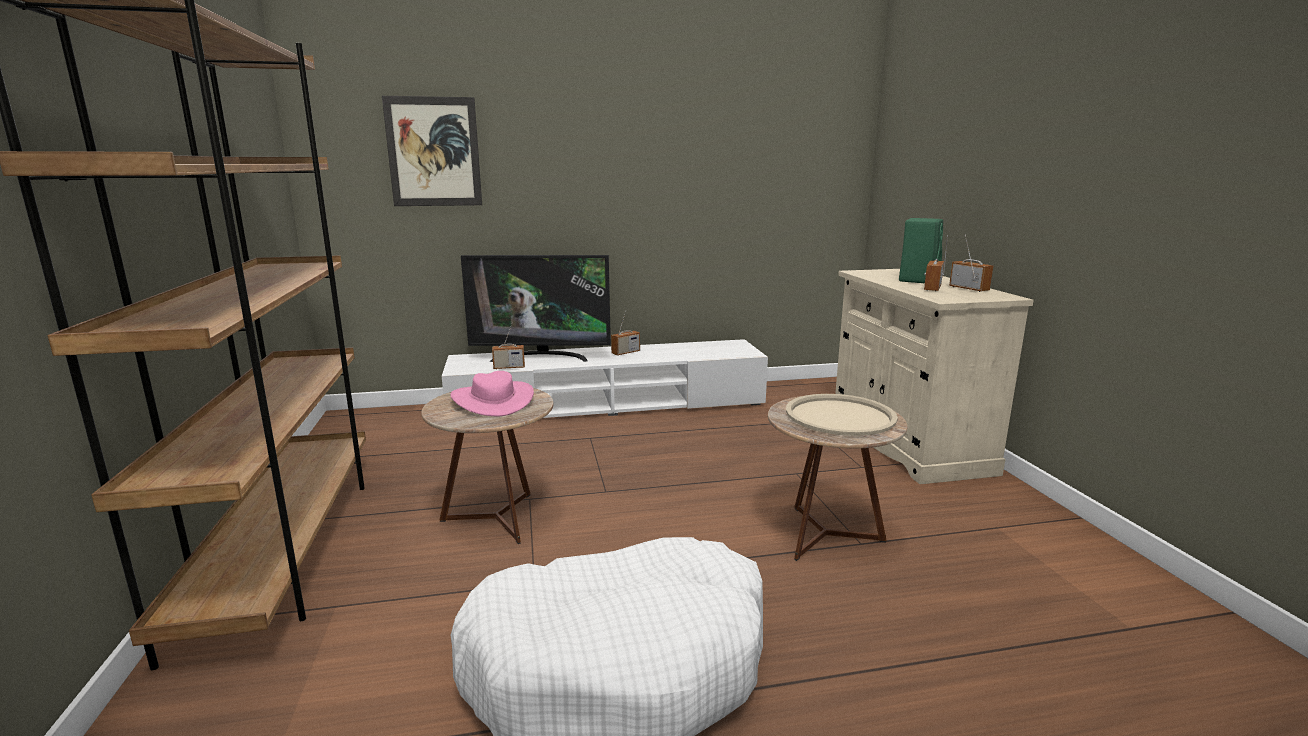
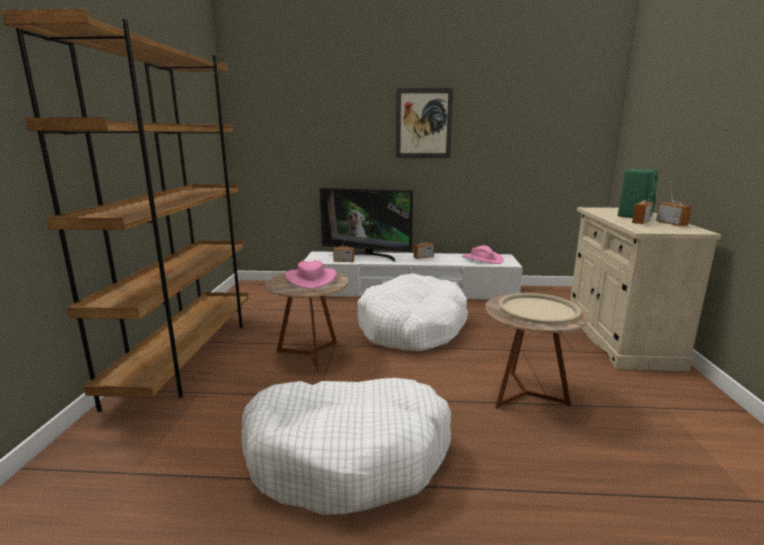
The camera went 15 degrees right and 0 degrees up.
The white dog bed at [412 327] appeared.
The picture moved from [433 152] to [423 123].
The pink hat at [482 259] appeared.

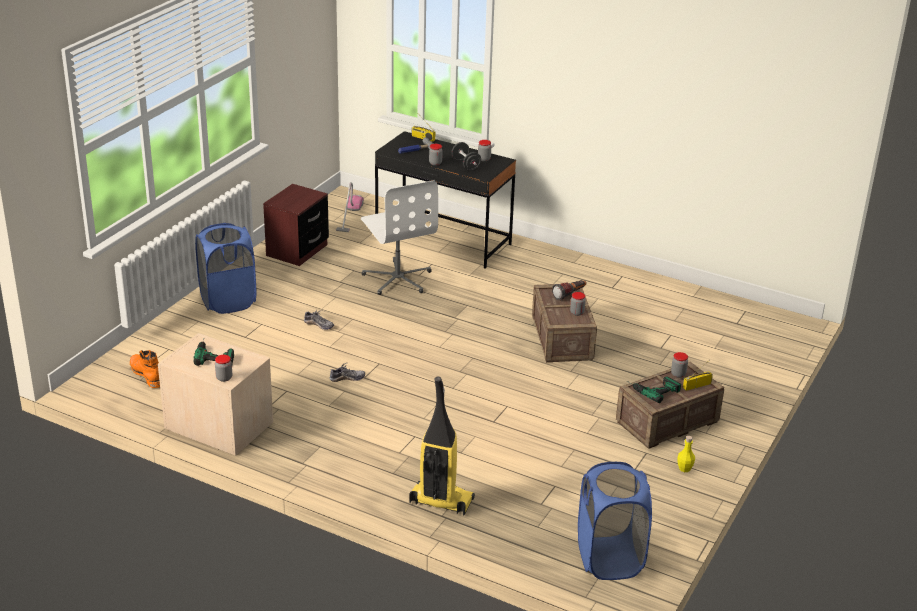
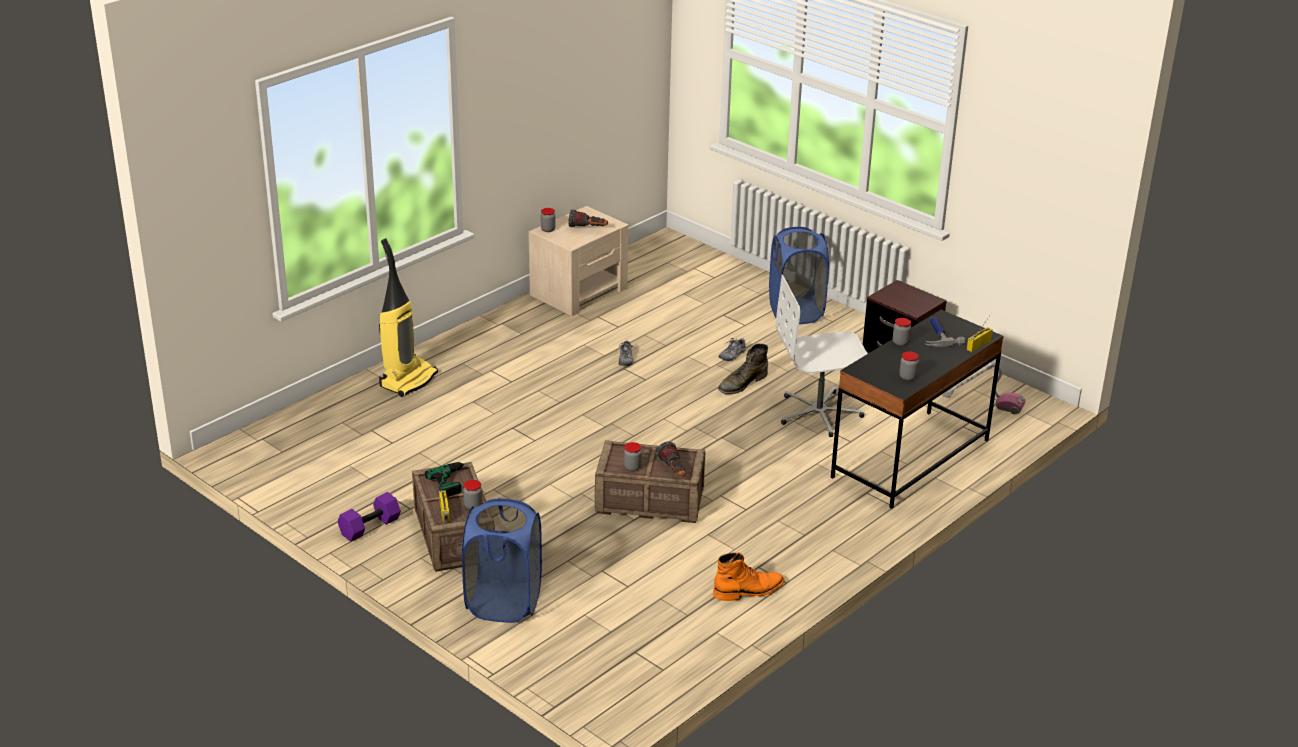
The camera went 105 degrees right and 0 degrees up.
The yellow bottle at [684 469] was replaced by the purple dumbbell at [370 526].
The blue laundry basket moved from [609 559] to [503 602].
The power drill at [215 354] was replaced by the flashlight at [588 228].
The orange boot moved from [147 374] to [749 591].
The green boot at [742 383] appeared.
The black dumbbell at [465 165] disappeared.

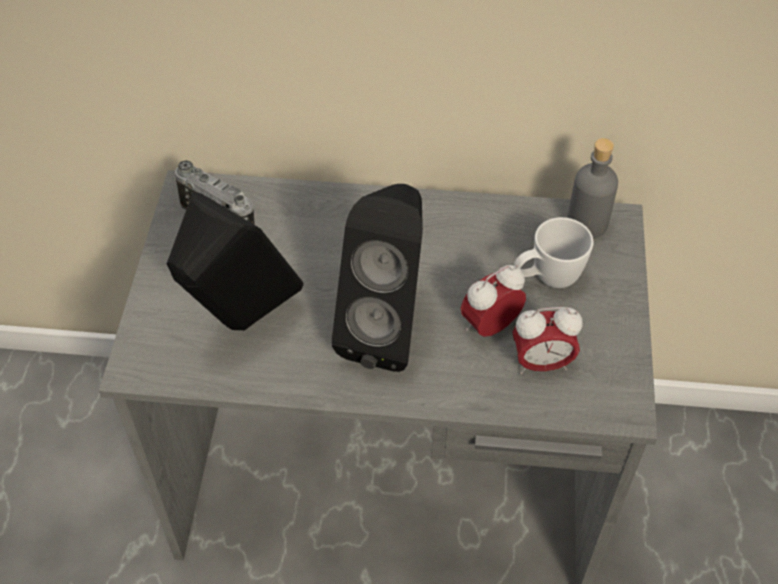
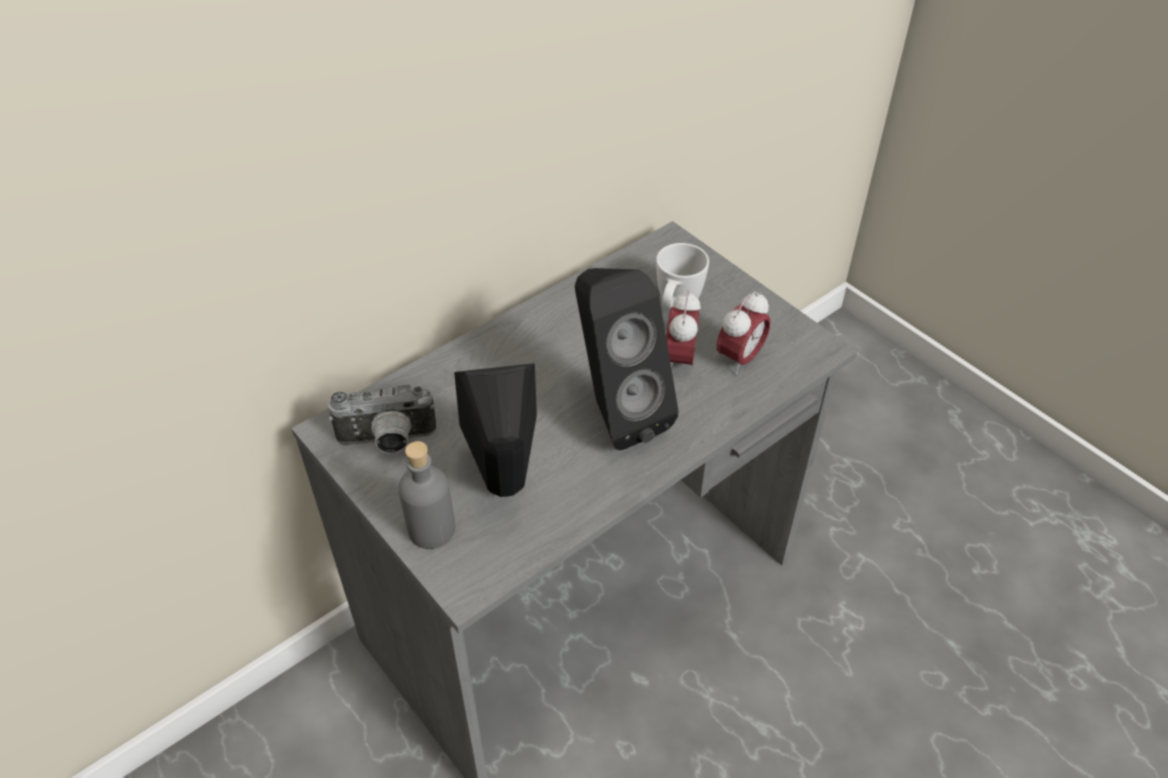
The camera went 45 degrees left and 5 degrees down.
The grey bottle moved from [587 223] to [431 529].

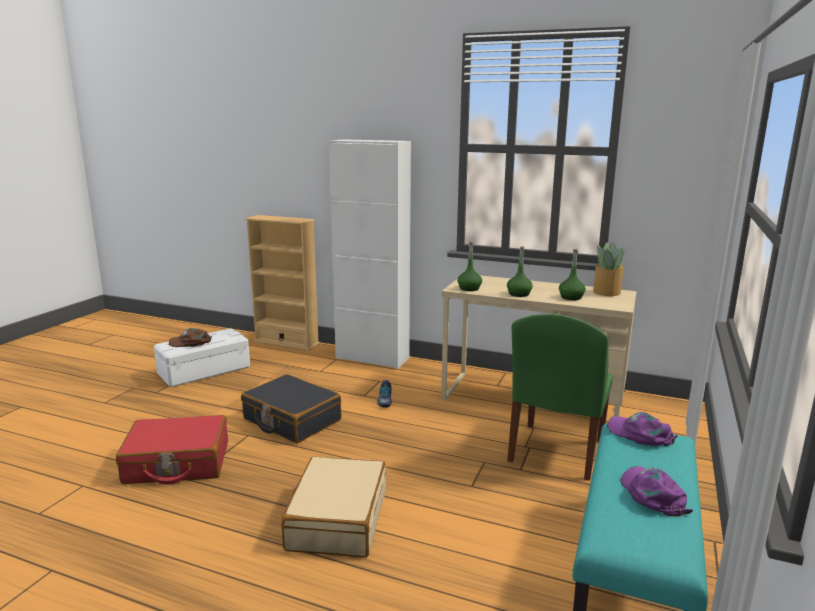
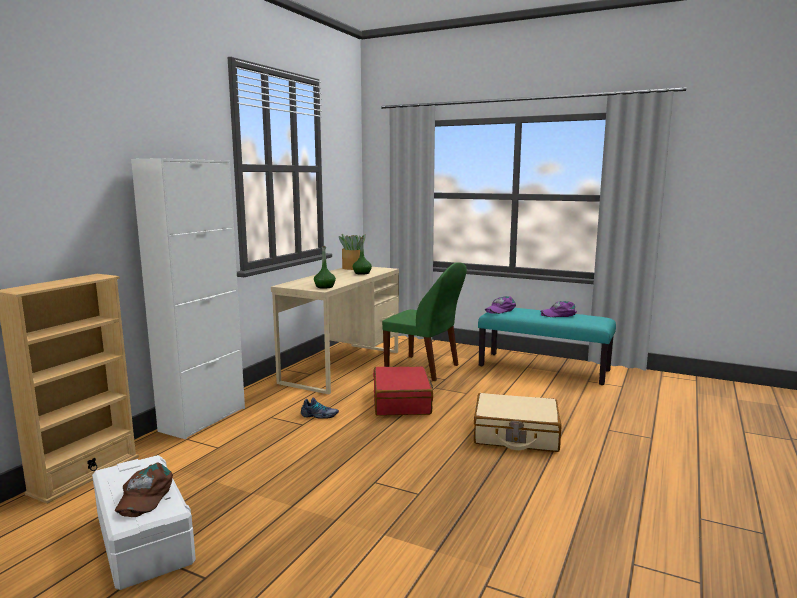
The camera went 85 degrees left and 5 degrees down.
The red suitcase moved from [177 463] to [402 402].
The black suitcase at [291 420] disappeared.
The green bottle at [519 294] disappeared.

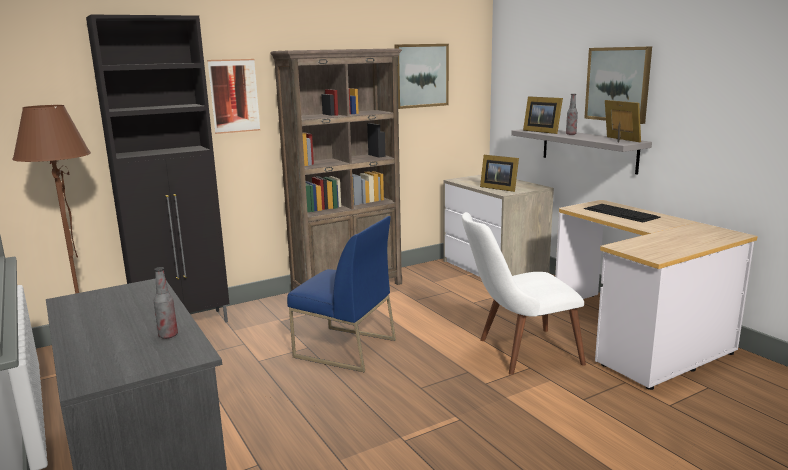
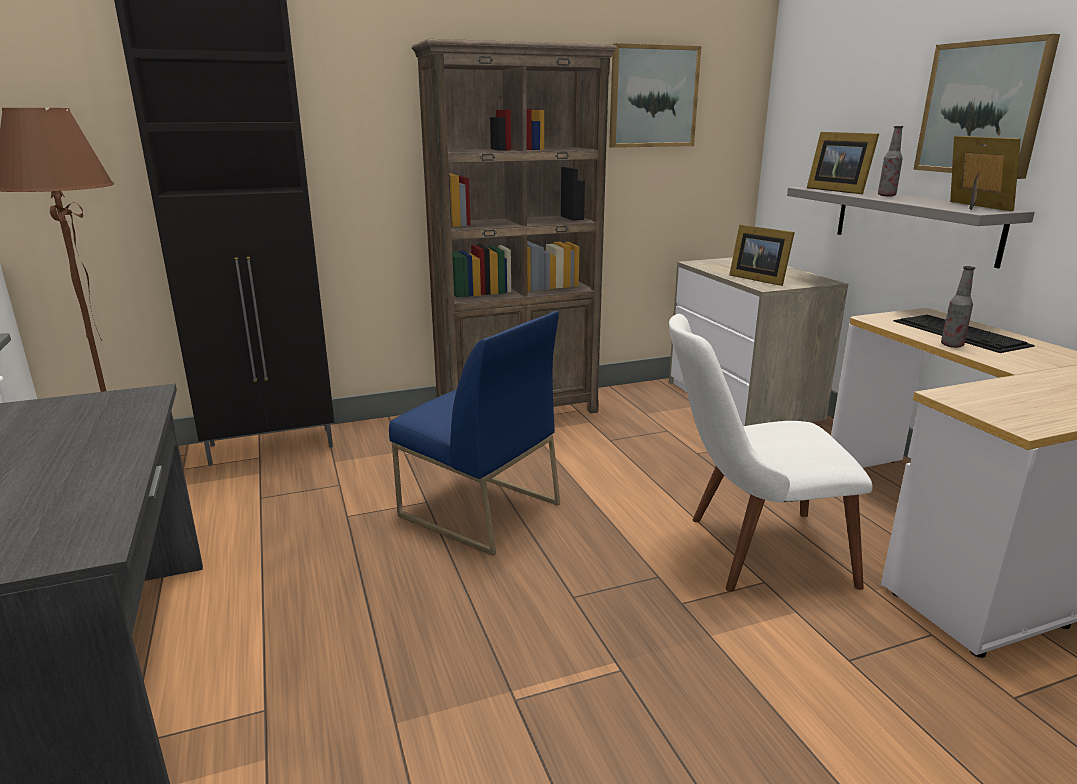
The camera went 10 degrees right and 5 degrees up.
The bottle moved from [168 335] to [952 345].
The picture at [234 96] disappeared.

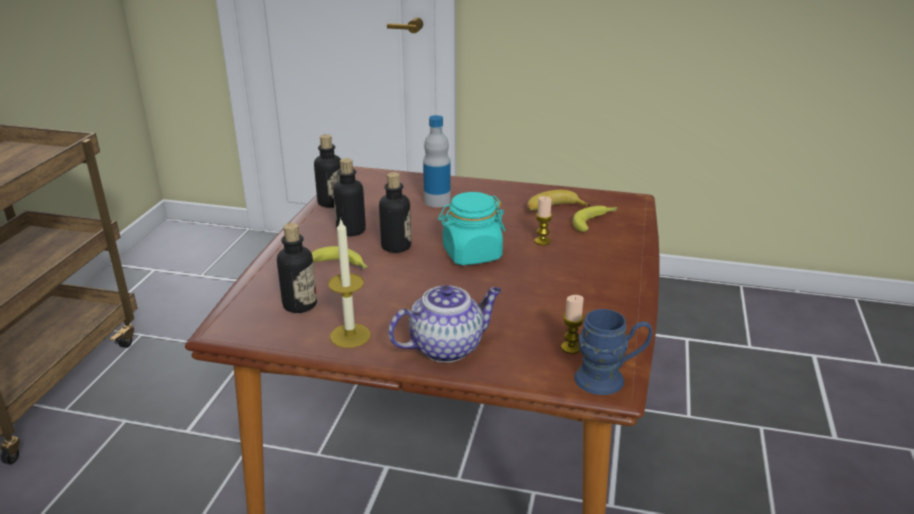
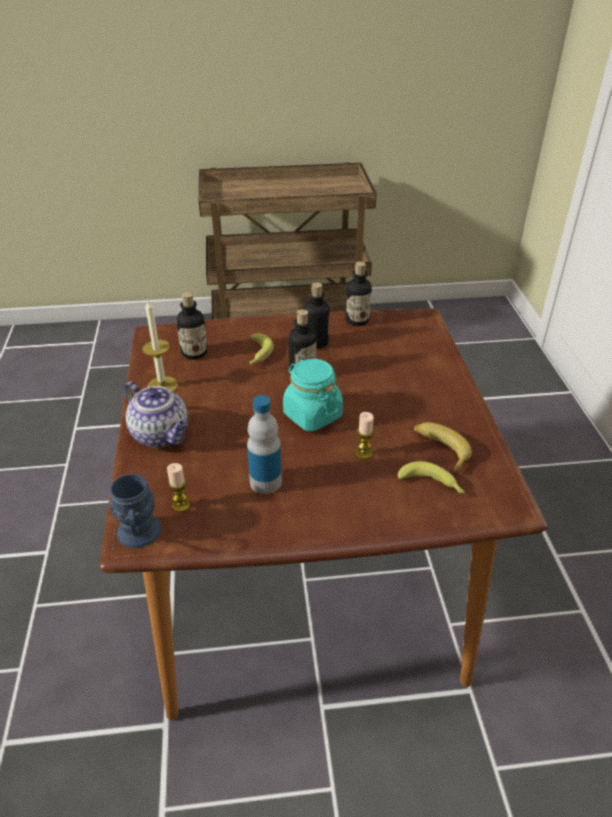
The camera went 70 degrees right and 10 degrees up.
The bottle moved from [437 201] to [265 482].

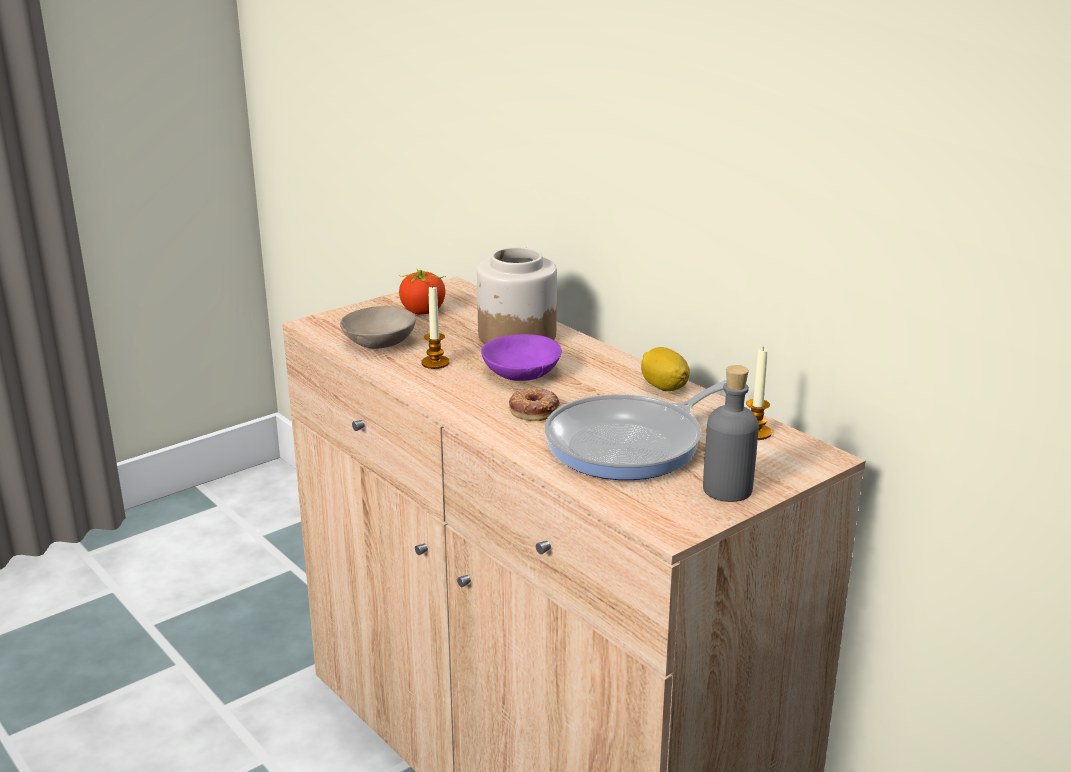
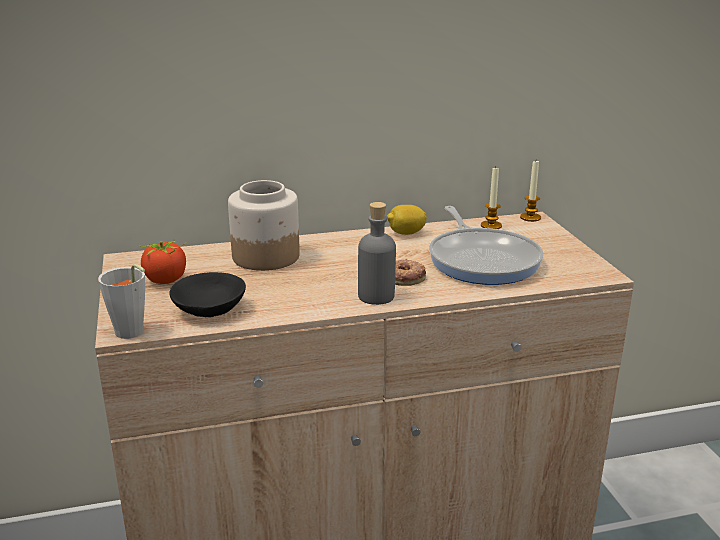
The camera went 65 degrees left and 0 degrees up.
The grey cup at [132 334] appeared.
The beige bowl at [382 342] became the black bowl at [210 308].
The grey bottle moved from [727 489] to [376 296].
The candle moved from [435 363] to [530 218].
The purple bowl at [520 373] disappeared.

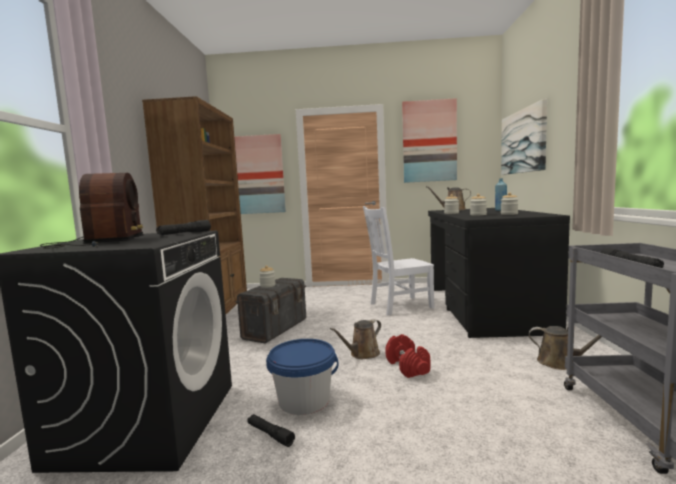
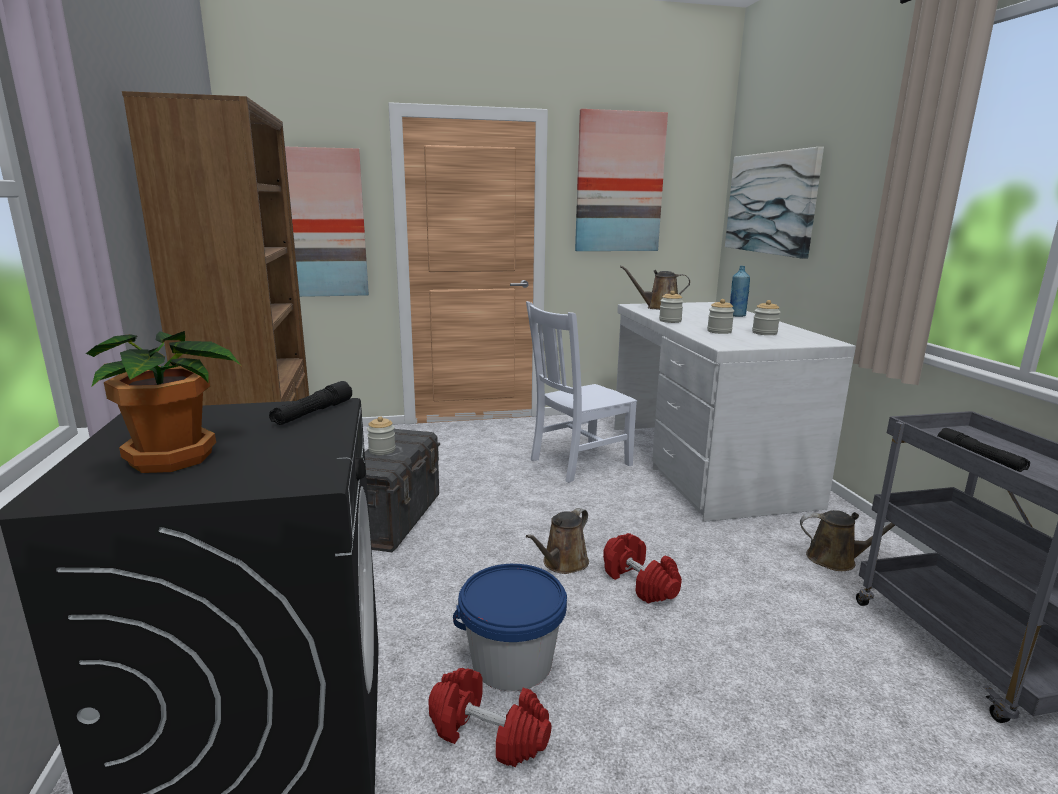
The camera went 15 degrees left and 10 degrees up.
The radio at [96 243] was replaced by the potted plant at [174 459].
The black flashlight at [270 434] was replaced by the red dumbbell at [489 733].
The black desk at [484 308] became the white desk at [703 464].

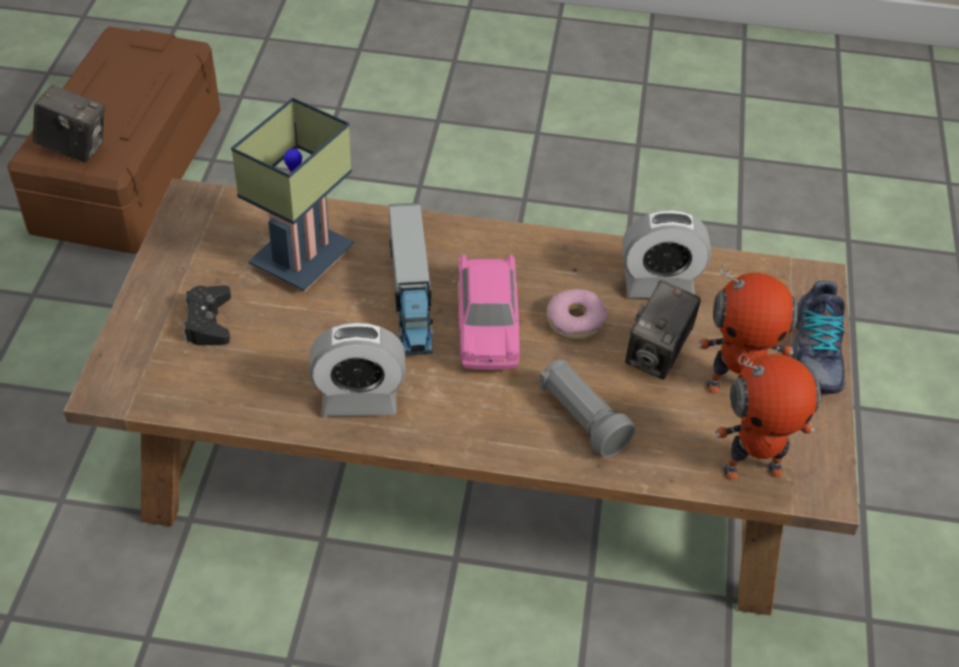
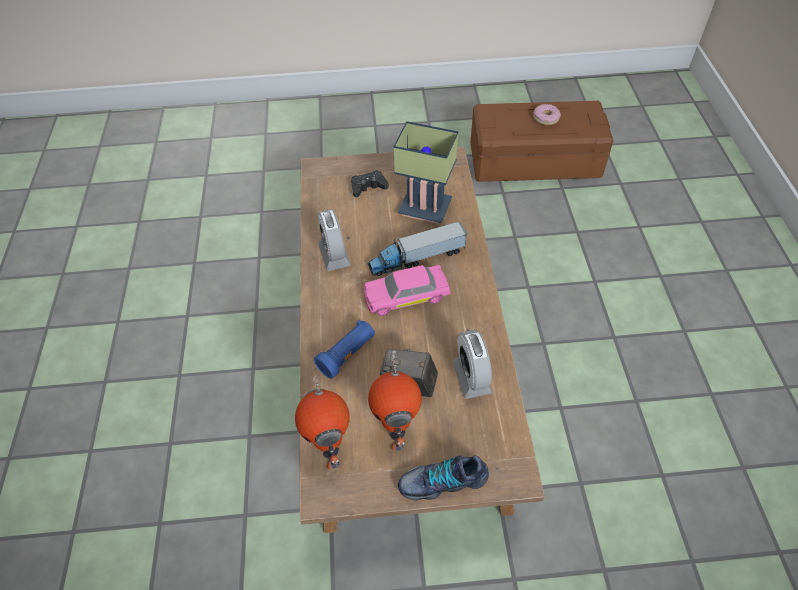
The camera went 80 degrees right and 5 degrees up.
The grey flashlight at [582 418] became the blue flashlight at [347 354].
The donut moved from [575 321] to [546 118].
The photo camera at [74 148] disappeared.

